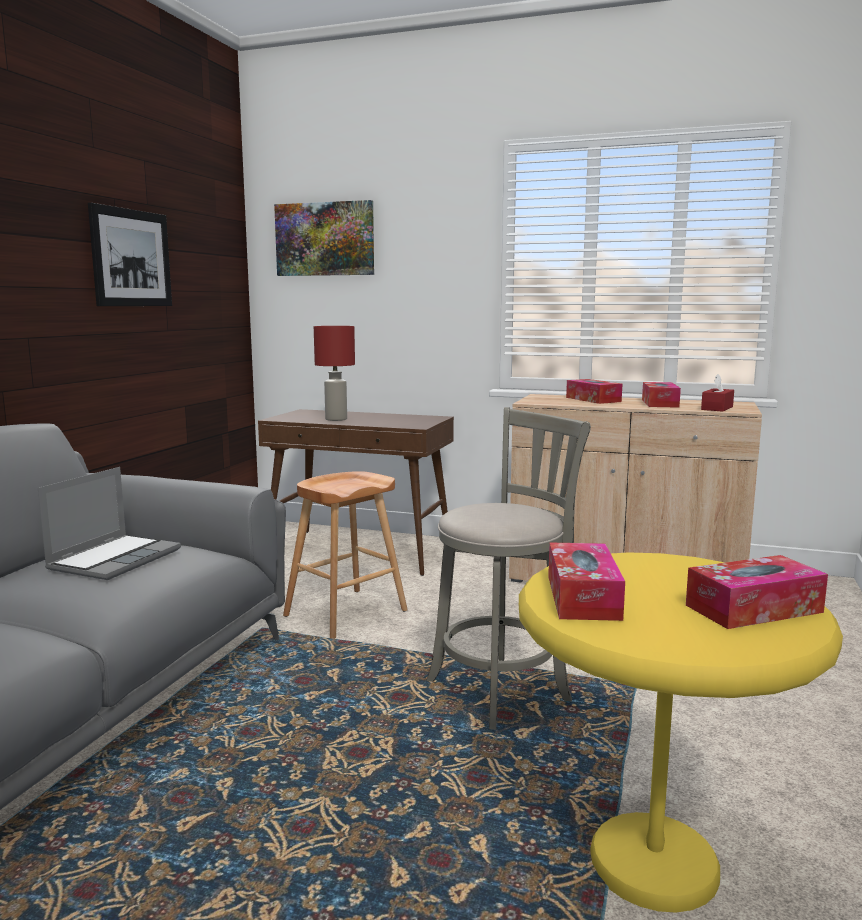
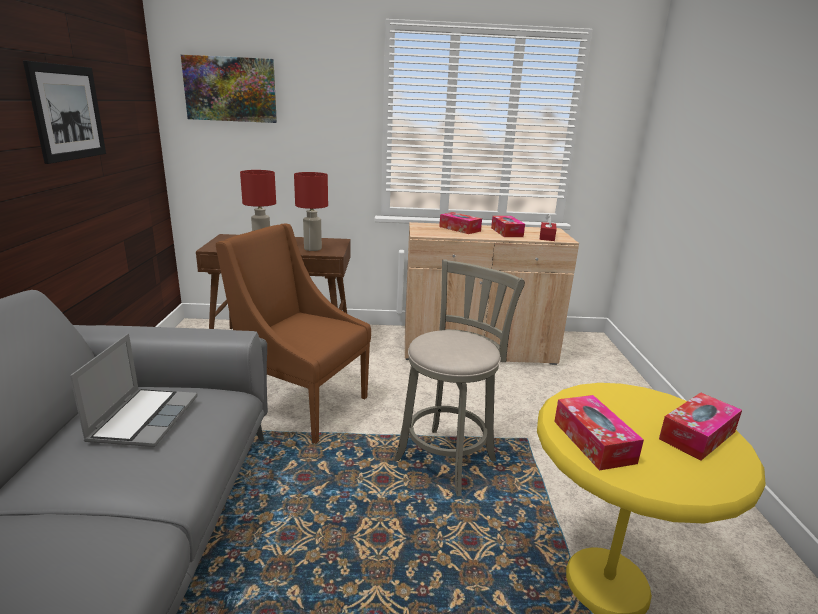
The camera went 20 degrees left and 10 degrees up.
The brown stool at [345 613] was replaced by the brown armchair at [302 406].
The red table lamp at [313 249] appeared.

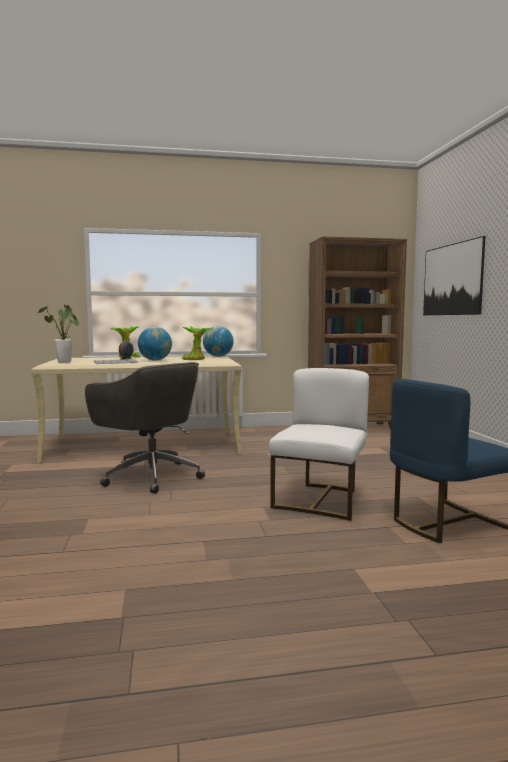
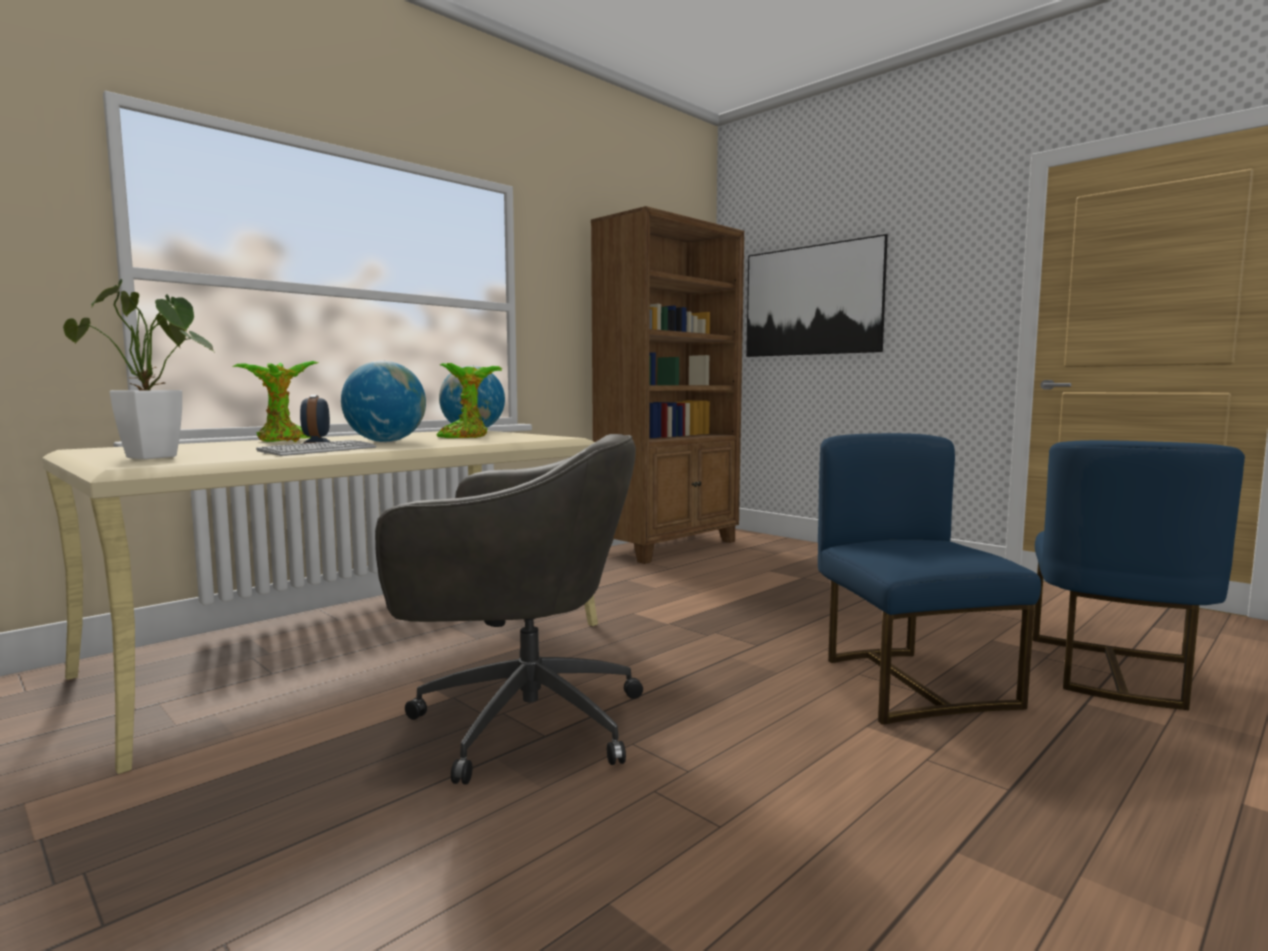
The camera went 35 degrees left and 0 degrees up.
The white chair at [321 500] became the blue chair at [909 683].

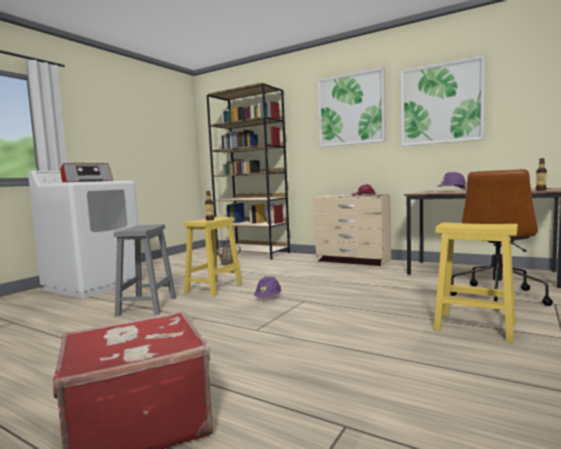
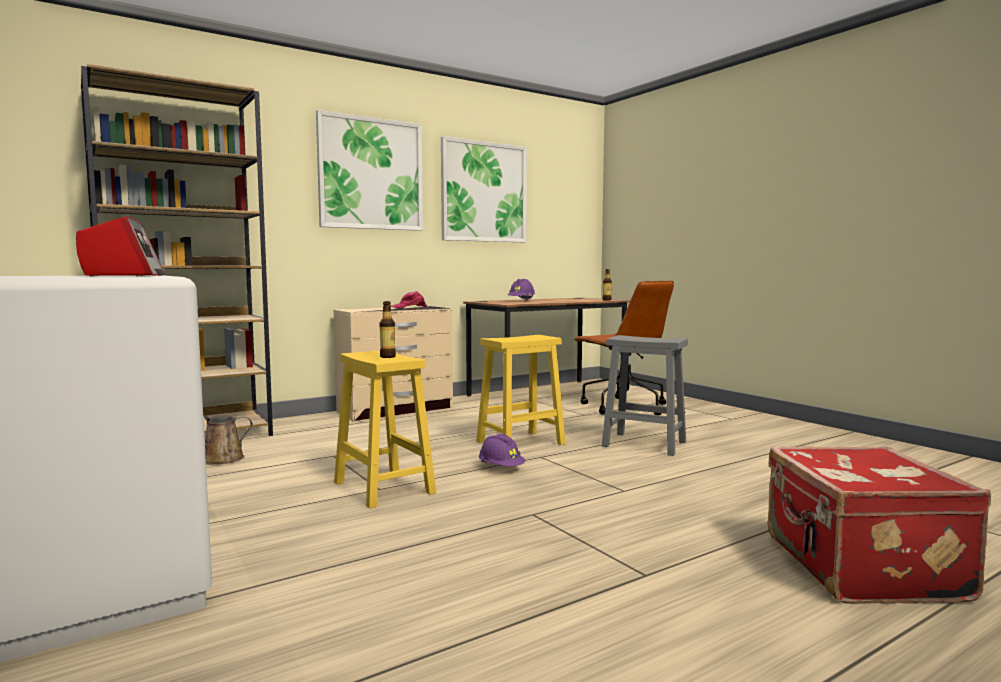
The camera went 65 degrees left and 0 degrees up.
The yellow stool moved from [476 326] to [521 442].
The grey stool moved from [147 306] to [646 444].

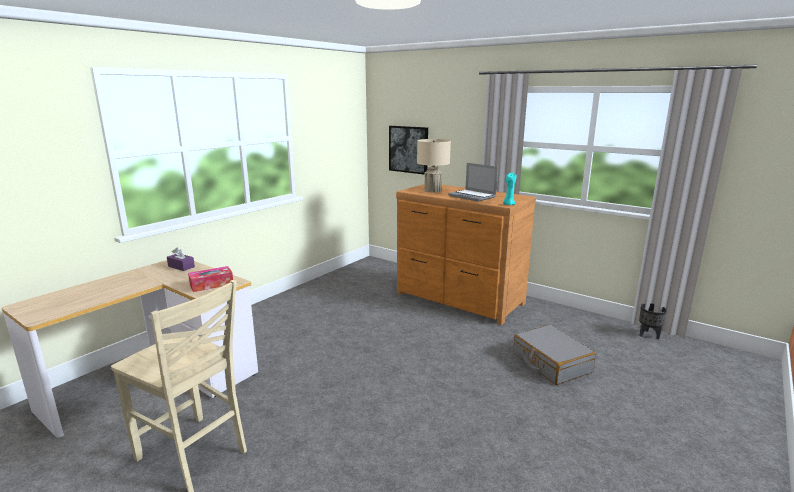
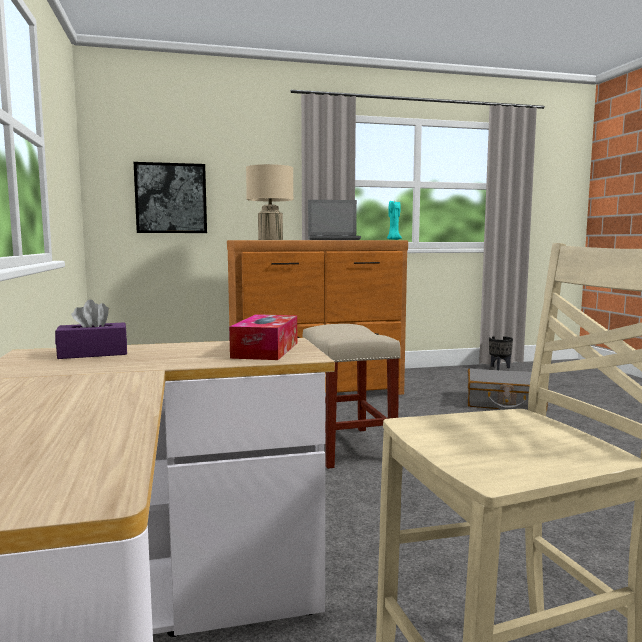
The camera went 50 degrees left and 10 degrees down.
The beige stool at [348 447] appeared.

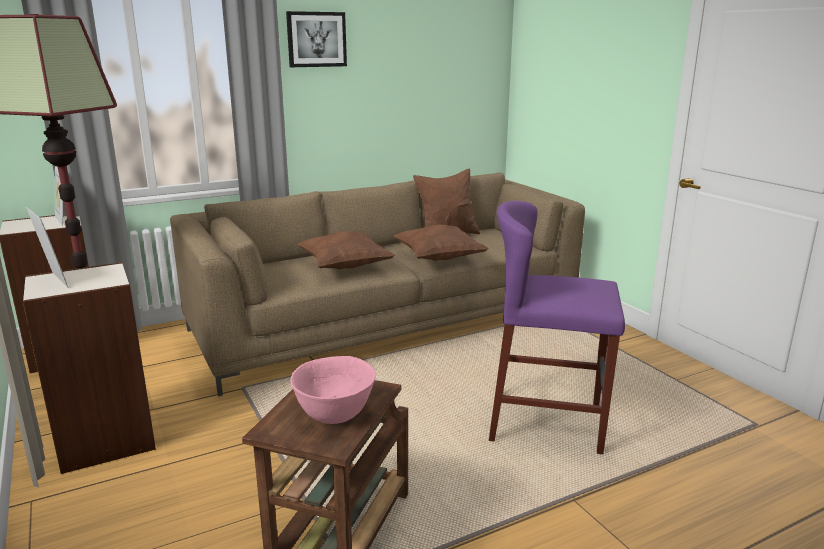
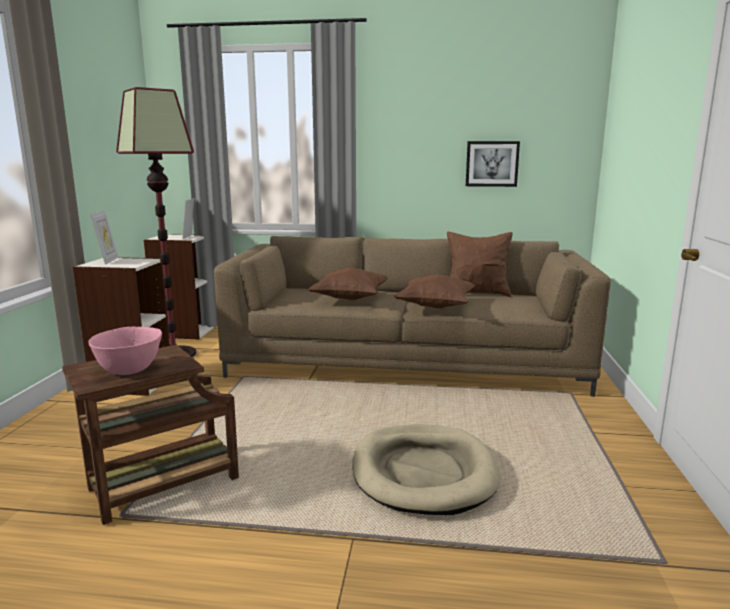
The camera went 35 degrees right and 5 degrees down.
The purple stool at [546 422] was replaced by the beige dog bed at [423 473].
The picture moved from [316 39] to [492 164].

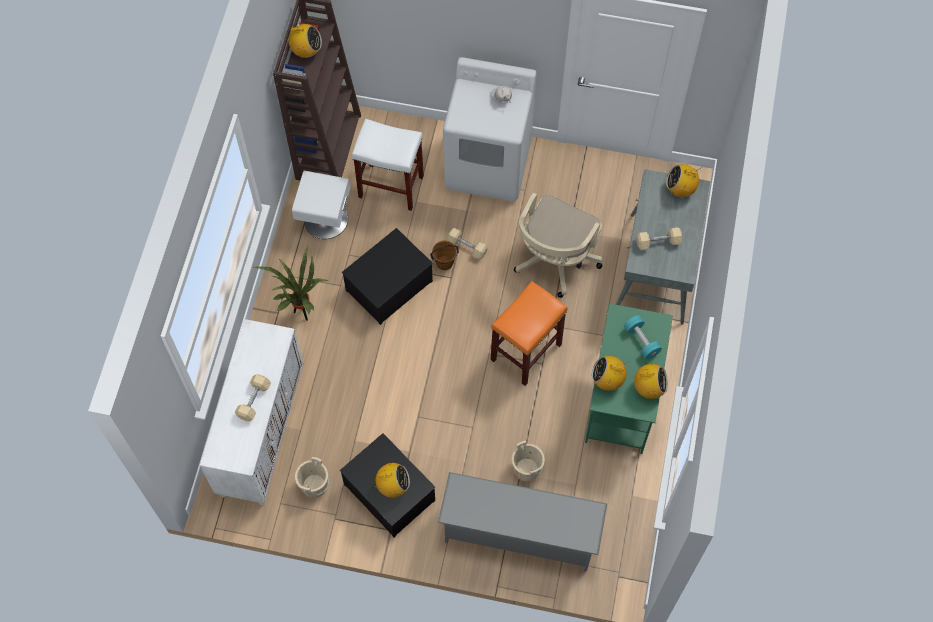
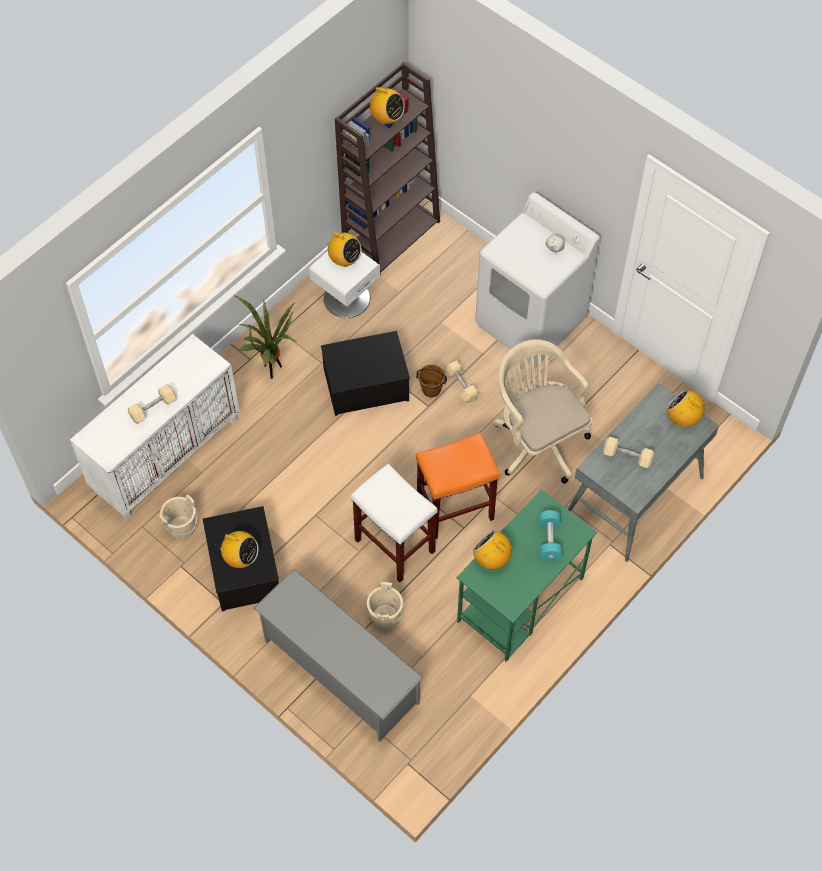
The camera went 30 degrees right and 5 degrees down.
The radio moved from [649 388] to [344 260].
The white stool moved from [392 186] to [396 546].
The beige office chair at [554 261] turned 90 degrees clockwise.

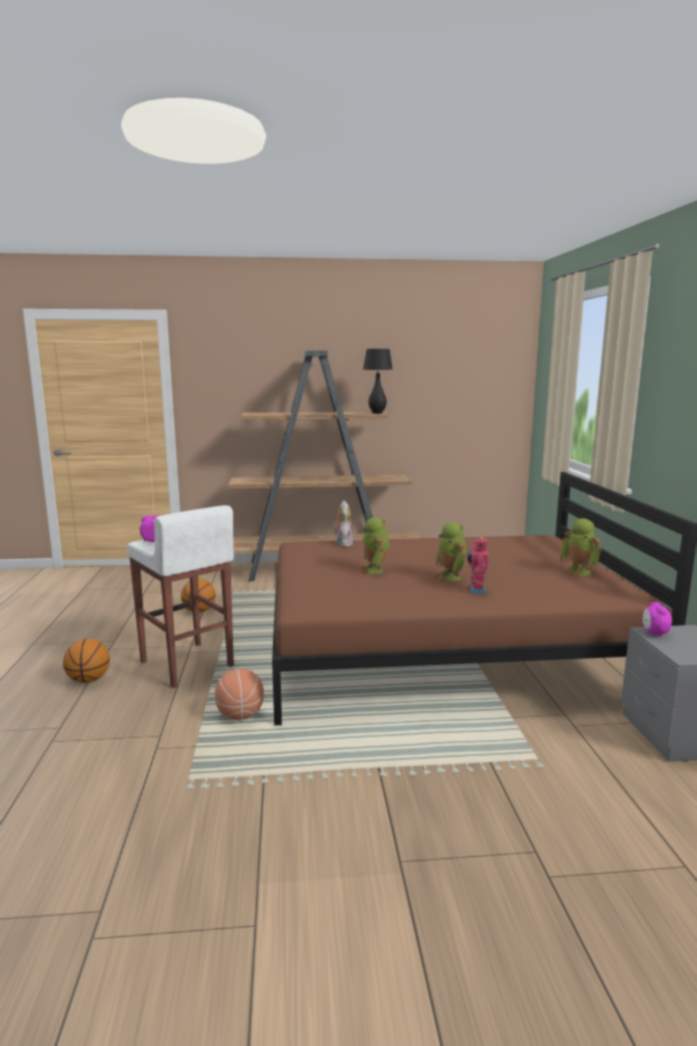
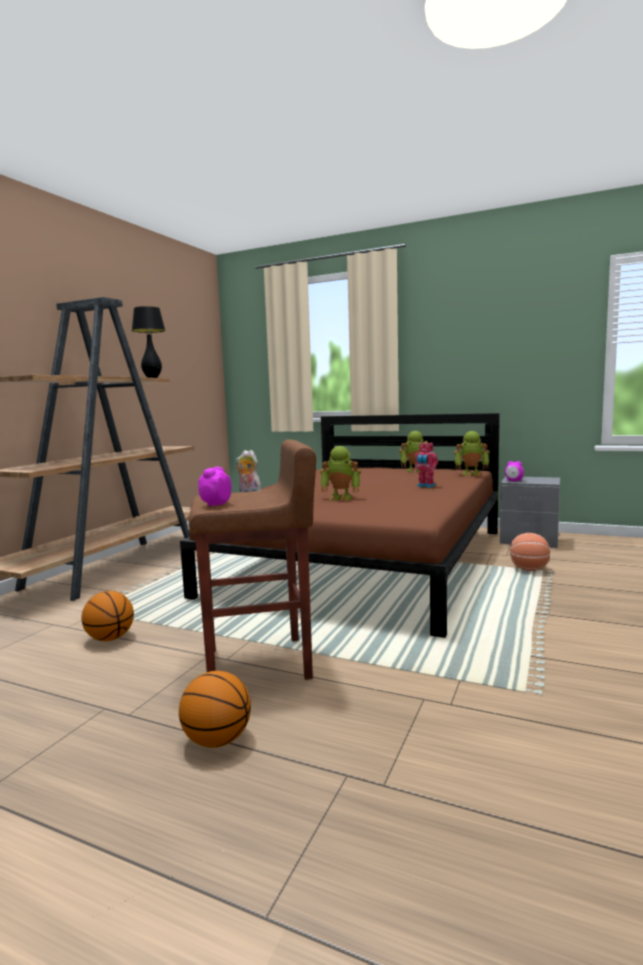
The camera went 60 degrees left and 5 degrees down.
The white stool at [186 665] became the brown stool at [259 664].
The toy robot moved from [450 577] to [471 474].
The basketball moved from [240 715] to [528 569].

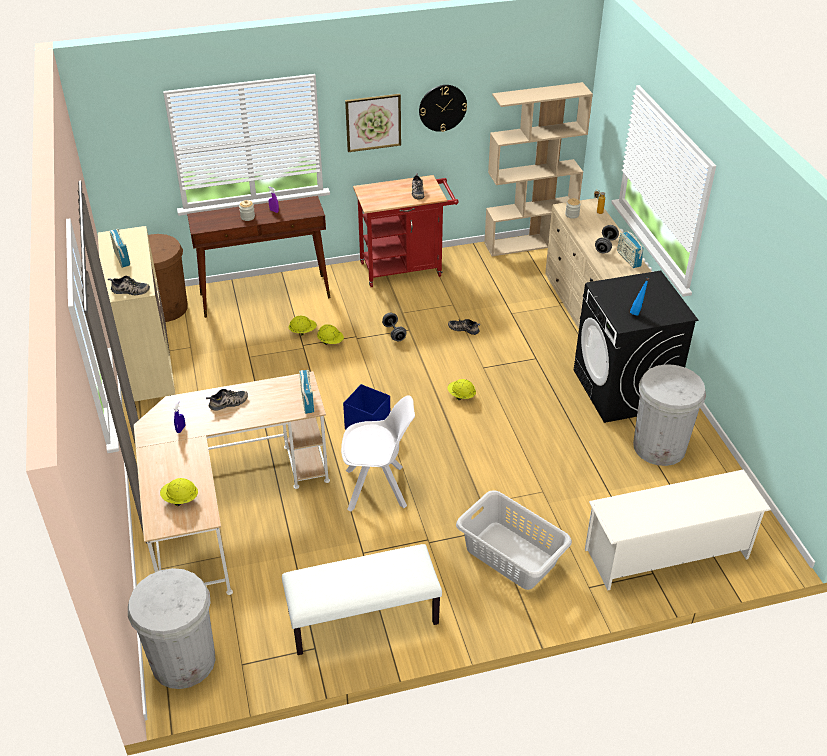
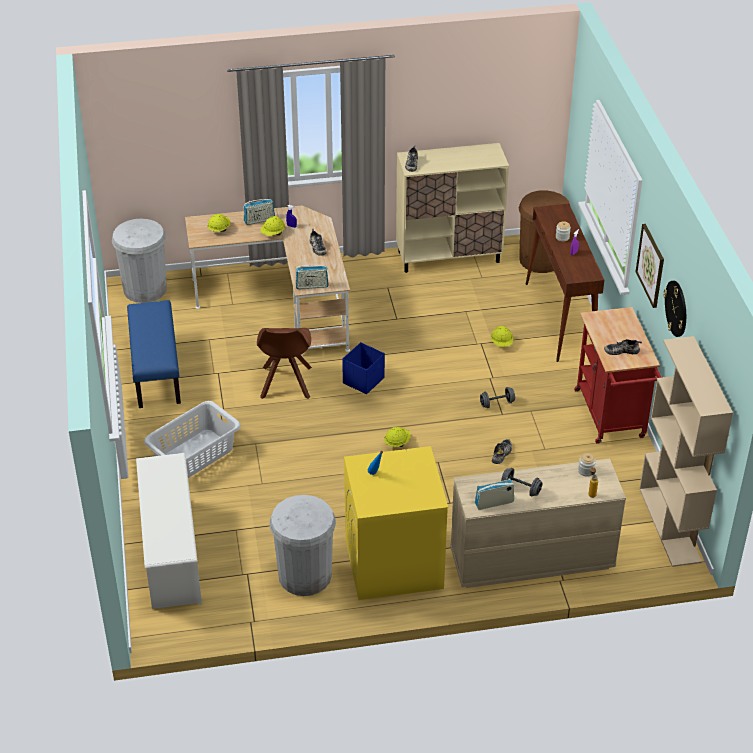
The camera went 95 degrees right and 0 degrees up.
The white bench at [362 619] became the blue bench at [155 370].
The radio moved from [122 258] to [259 220].
The white chair at [378 488] became the brown chair at [285 384].
The yellow hard hat moved from [330 341] to [273 234].
The black washing machine at [623 390] became the yellow washing machine at [393 564].

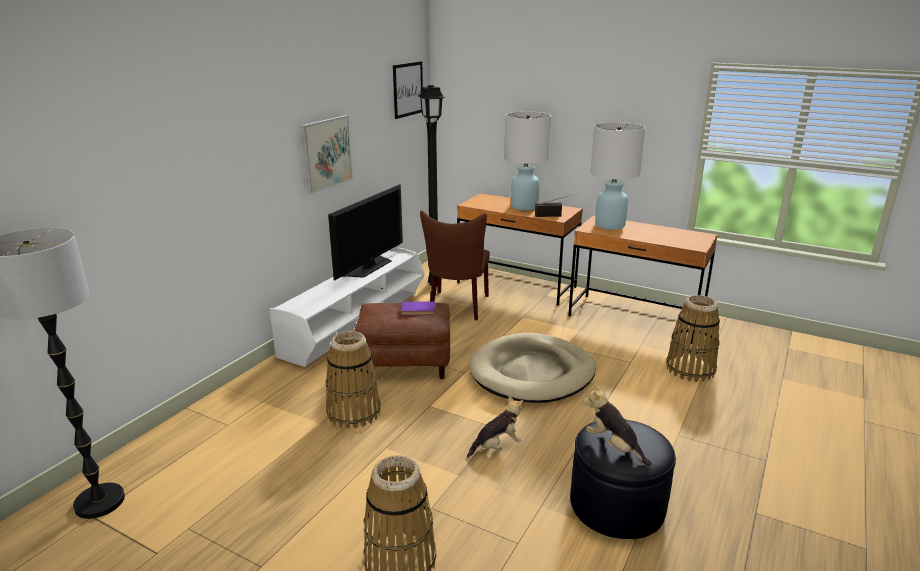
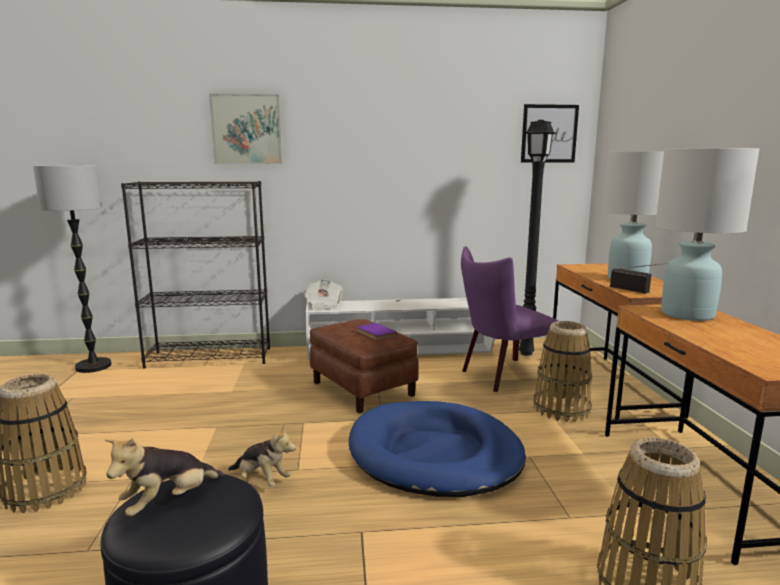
The camera went 55 degrees right and 10 degrees down.
The plush toy at [614 446] turned 150 degrees counterclockwise.
The black bookcase at [210 357] appeared.
The picture moved from [326 153] to [246 129].
The newspaper at [323 305] appeared.
The beige dog bed at [532 373] became the blue dog bed at [434 454].
The brown chair at [457 307] became the purple chair at [502 376].
The basket moved from [354 412] to [561 409].
The television at [369 267] disappeared.

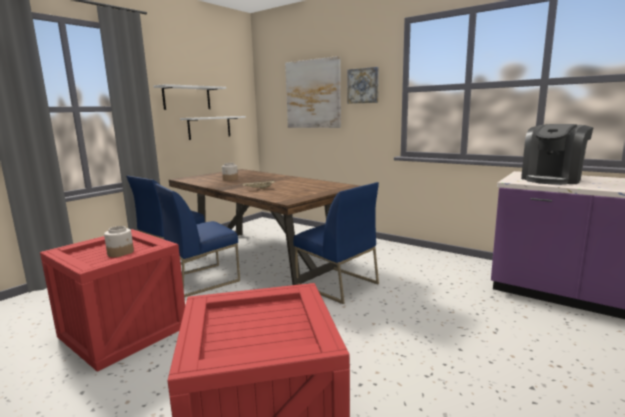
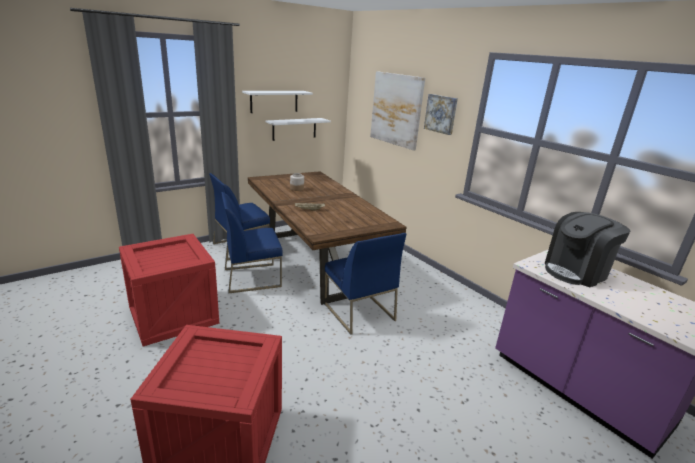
The camera went 15 degrees right and 10 degrees up.
The jar at [121 253] disappeared.

